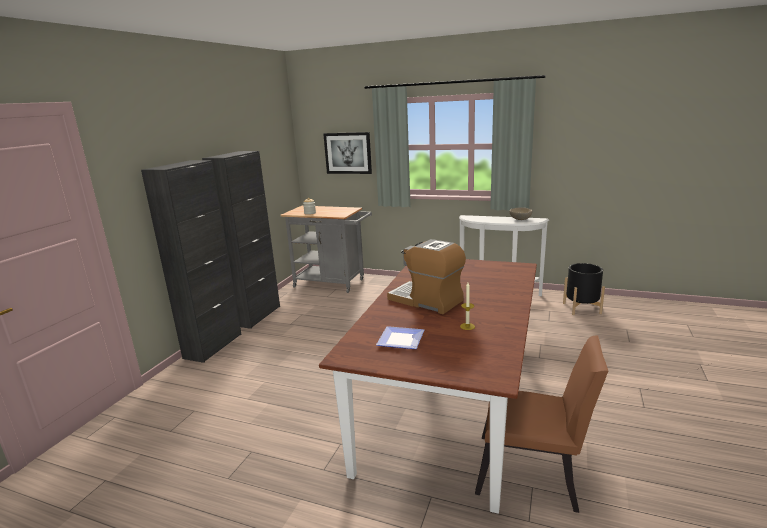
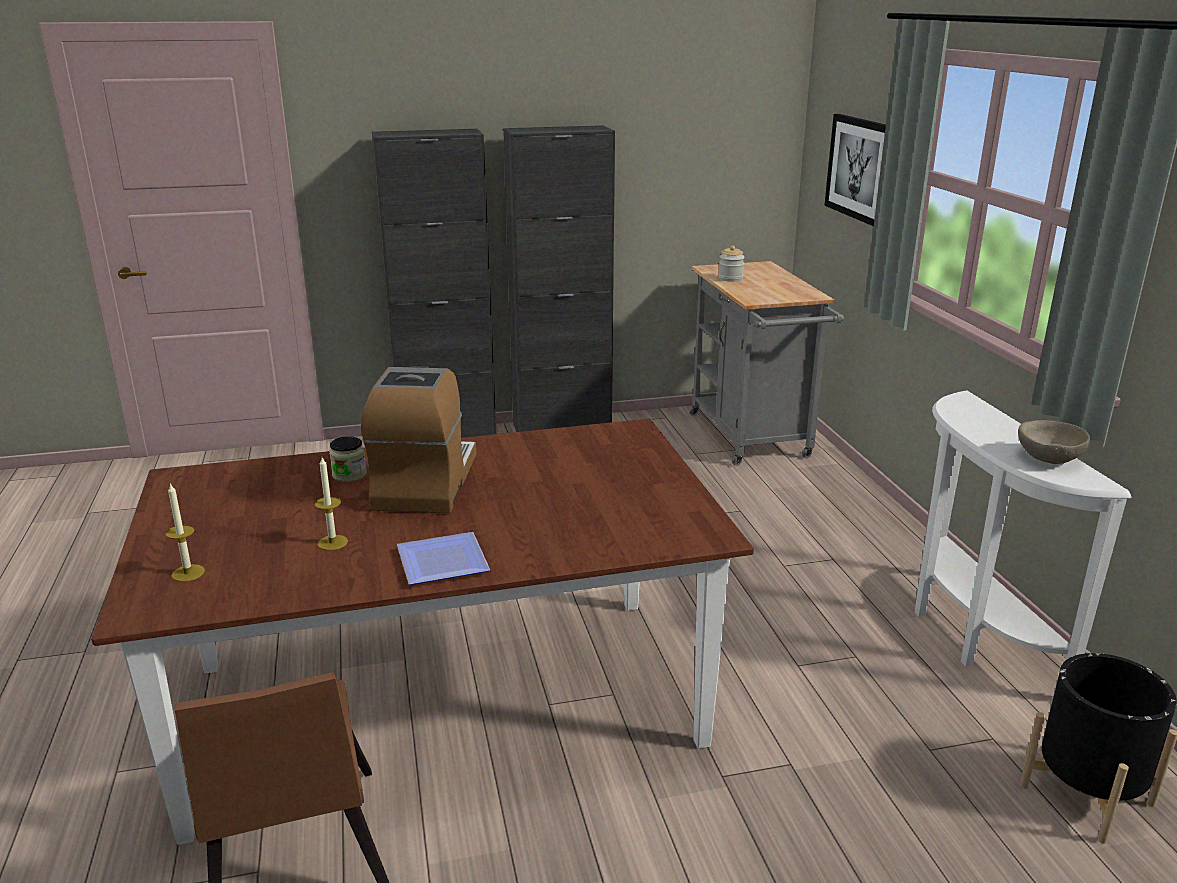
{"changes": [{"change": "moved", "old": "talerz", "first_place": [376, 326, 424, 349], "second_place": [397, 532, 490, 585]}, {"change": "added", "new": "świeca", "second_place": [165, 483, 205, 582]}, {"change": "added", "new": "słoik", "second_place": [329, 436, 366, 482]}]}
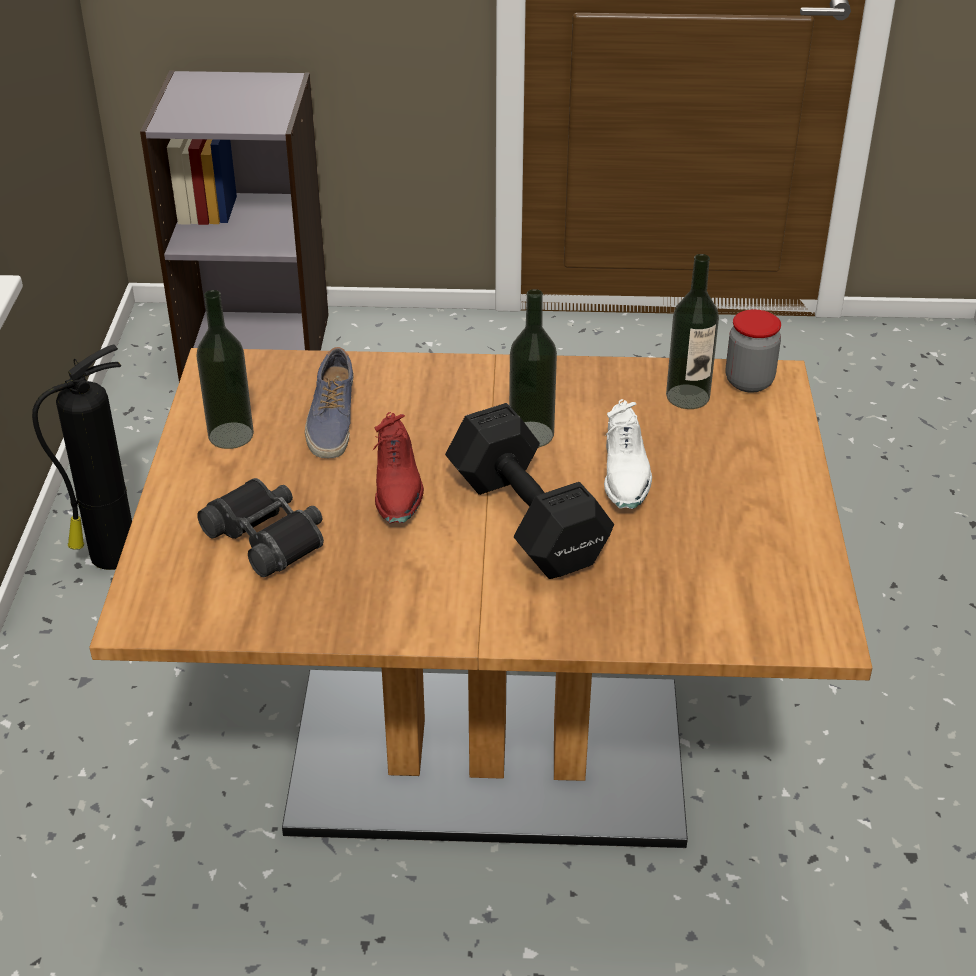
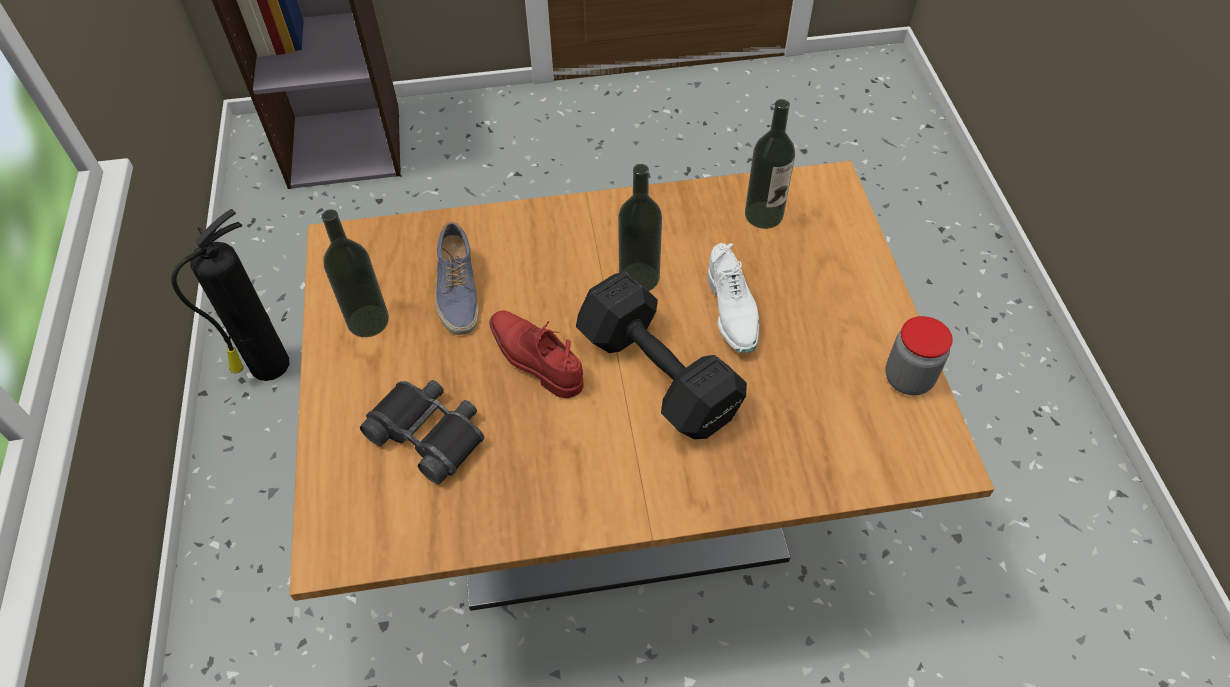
{"changes": [{"change": "turned", "old": "but/czerwony", "first_place": [372, 412, 424, 523], "second_place": [489, 310, 584, 398], "degrees": 150}, {"change": "moved", "old": "słoik", "first_place": [726, 310, 781, 393], "second_place": [885, 316, 953, 395]}]}
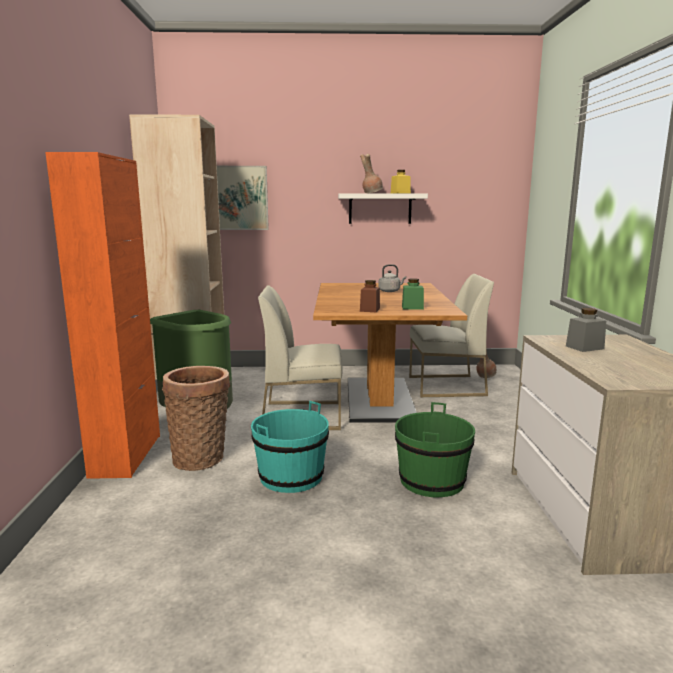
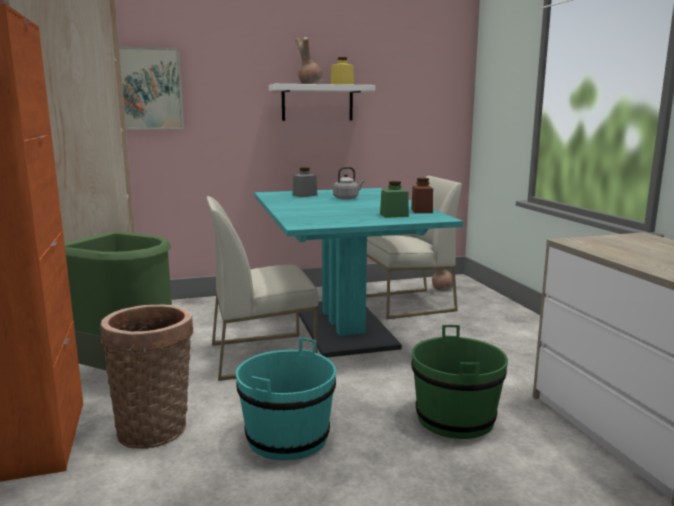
{"changes": [{"change": "recoloured", "old": "stół jadalny/brązowy", "new": "stół jadalny/turkusowy", "first_place": [313, 283, 467, 423], "second_place": [254, 188, 463, 358]}, {"change": "moved", "old": "słoik/brązowy", "first_place": [360, 280, 380, 312], "second_place": [411, 178, 433, 213]}, {"change": "moved", "old": "słoik/szary", "first_place": [566, 308, 606, 352], "second_place": [293, 167, 317, 197]}]}
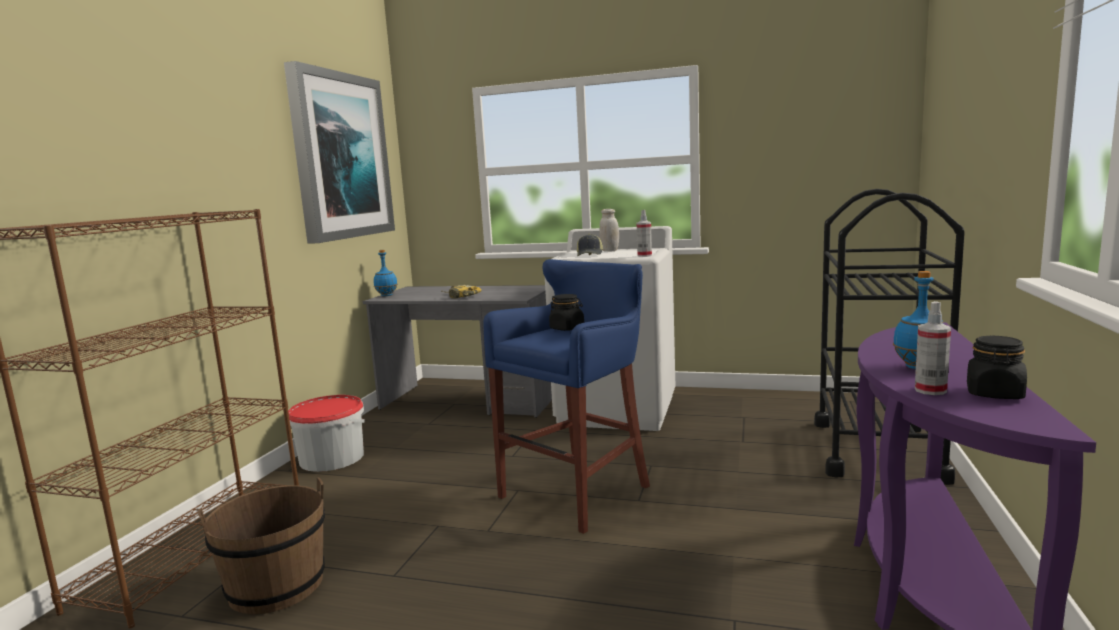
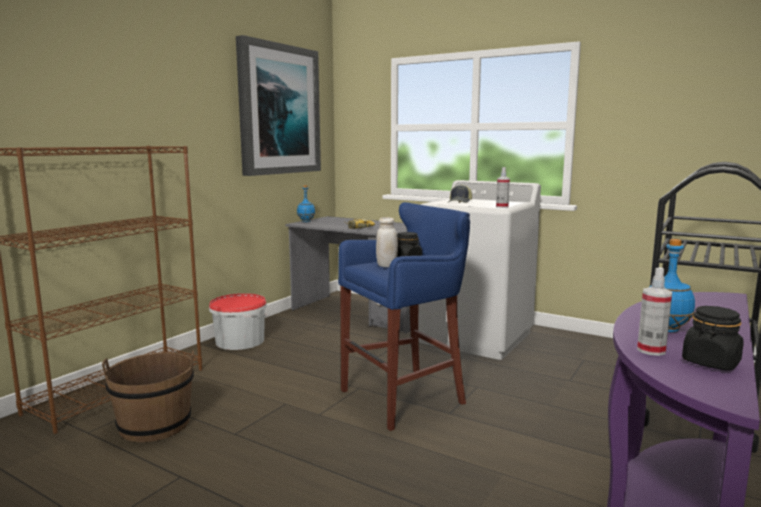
{"changes": [{"change": "moved", "old": "słoik/biały", "first_place": [599, 209, 619, 252], "second_place": [376, 217, 398, 267]}]}
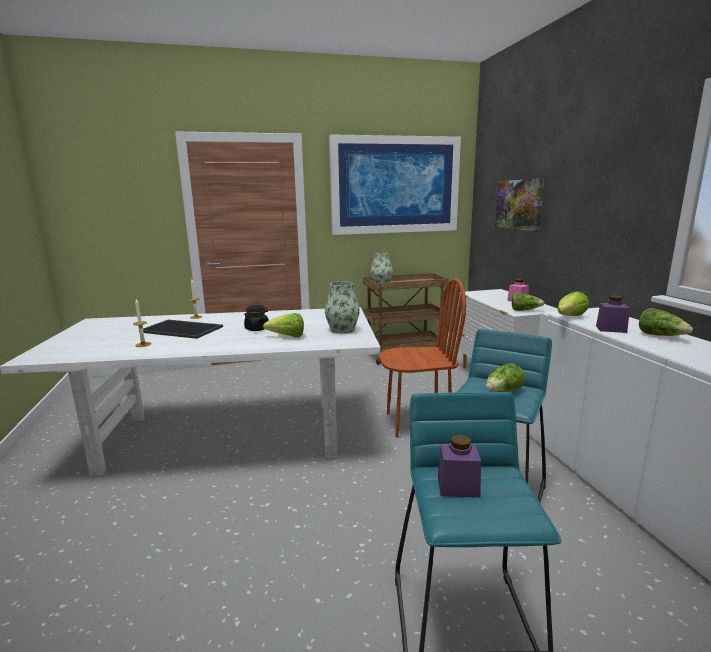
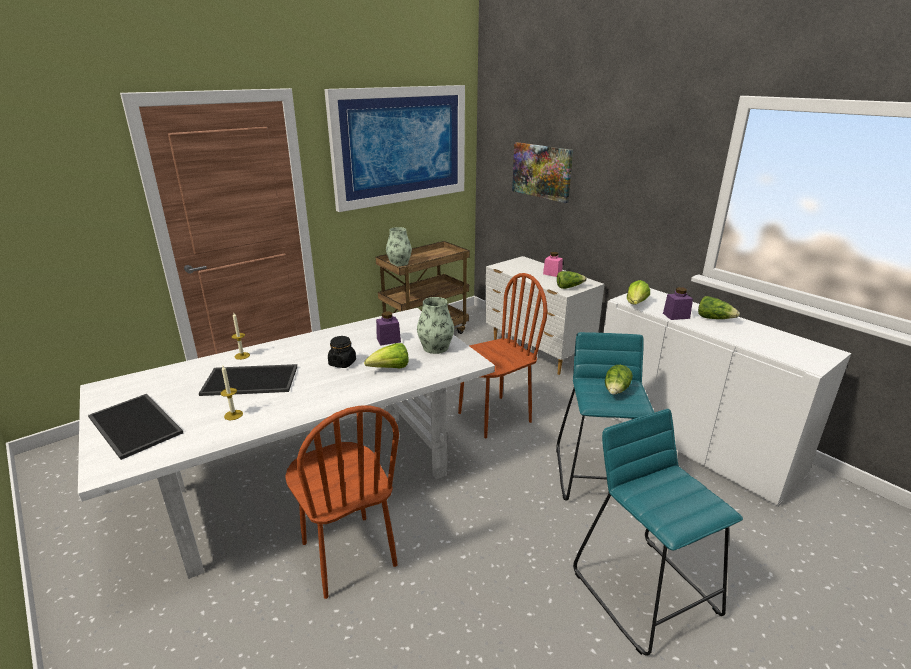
{"changes": [{"change": "moved", "old": "słoik/fioletowy", "first_place": [438, 434, 481, 498], "second_place": [376, 312, 401, 346]}, {"change": "added", "new": "taca", "second_place": [88, 394, 183, 460]}, {"change": "added", "new": "krzesło/brązowy", "second_place": [285, 405, 399, 599]}]}
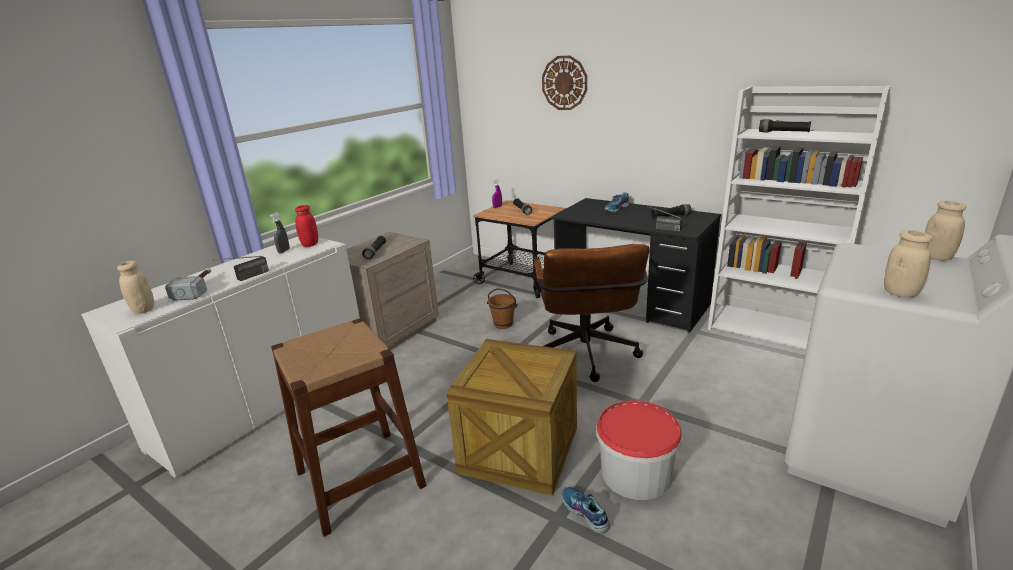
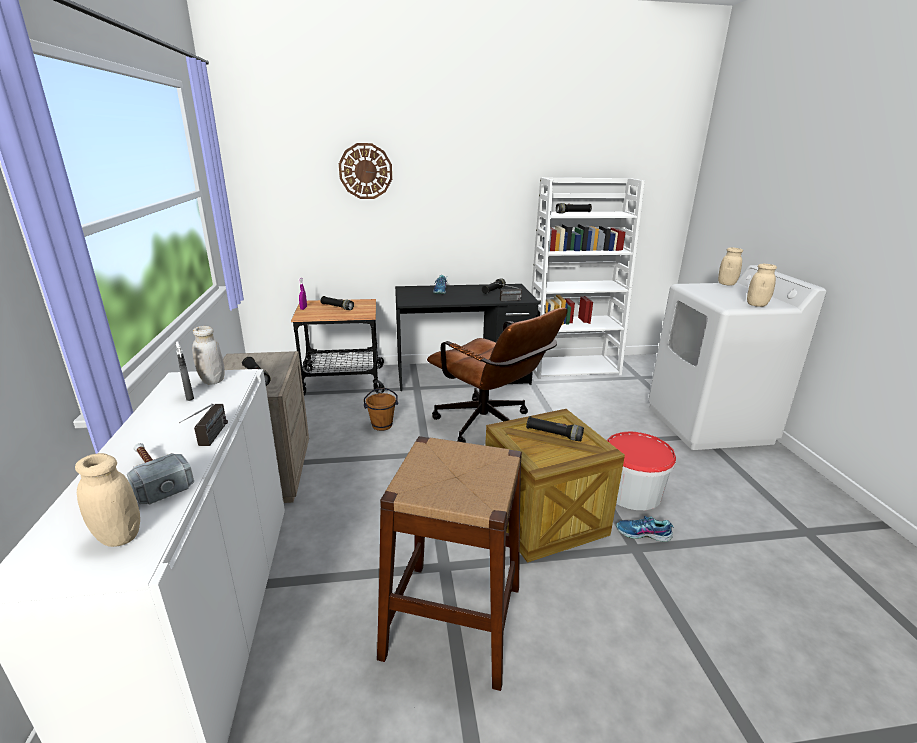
{"changes": [{"change": "recoloured", "old": "słoik/czerwony", "new": "słoik/biały", "first_place": [295, 205, 318, 247], "second_place": [192, 326, 225, 385]}, {"change": "added", "new": "latarka/czarny", "second_place": [526, 416, 584, 441]}]}
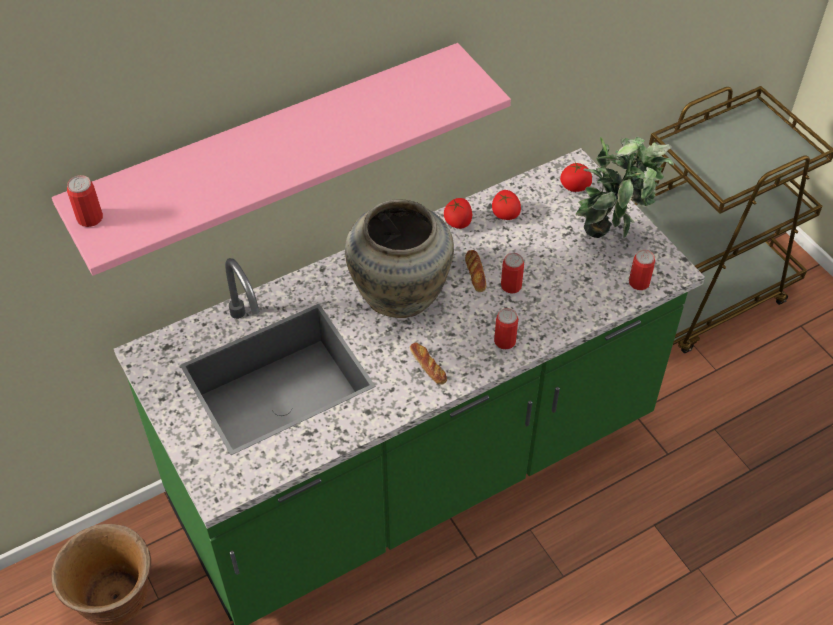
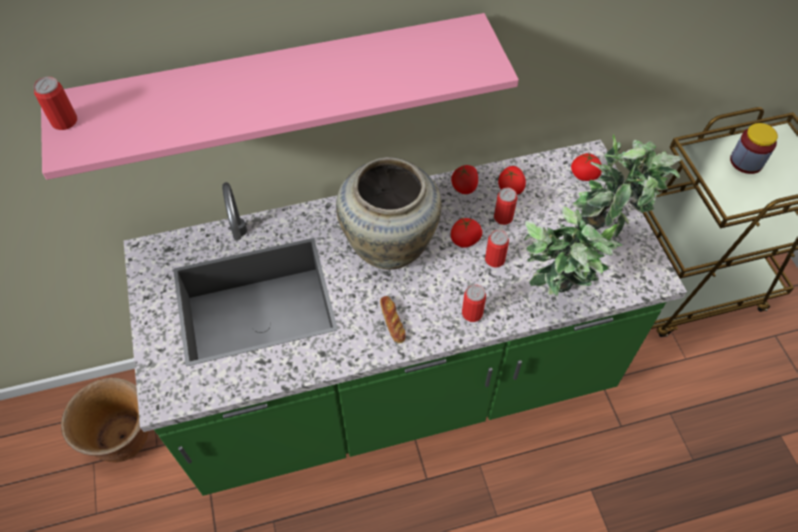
{"changes": [{"change": "replaced", "old": "chleb", "new": "pomidor", "first_place": [465, 250, 487, 292], "second_place": [451, 218, 482, 248]}, {"change": "moved", "old": "puszka", "first_place": [629, 250, 655, 290], "second_place": [494, 188, 517, 225]}, {"change": "added", "new": "roślina doniczkowa", "second_place": [524, 206, 623, 297]}, {"change": "added", "new": "słoik", "second_place": [730, 123, 778, 174]}]}
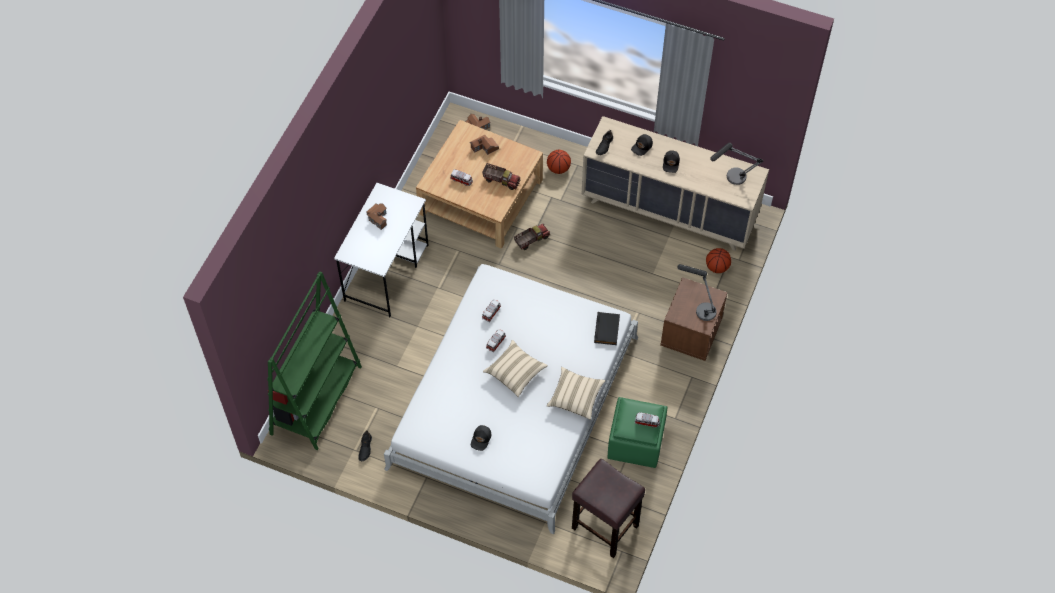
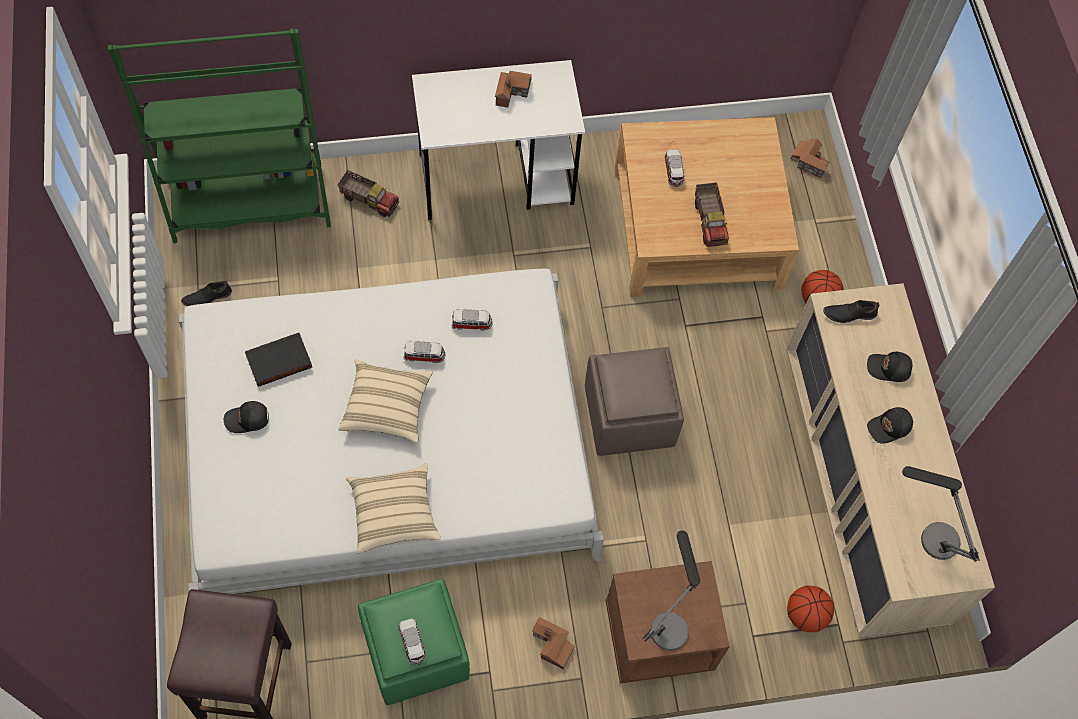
{"changes": [{"change": "moved", "old": "domek", "first_place": [470, 135, 499, 155], "second_place": [532, 617, 575, 670]}, {"change": "moved", "old": "ciężarówka zabawkowa", "first_place": [514, 224, 550, 250], "second_place": [338, 170, 399, 217]}, {"change": "moved", "old": "książka/czarny", "first_place": [594, 312, 620, 345], "second_place": [245, 333, 312, 387]}, {"change": "added", "new": "pufa/brązowy", "second_place": [585, 347, 684, 456]}]}
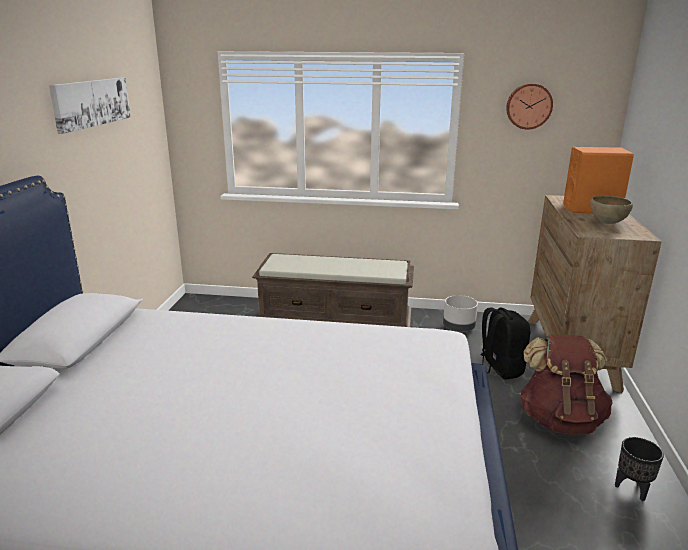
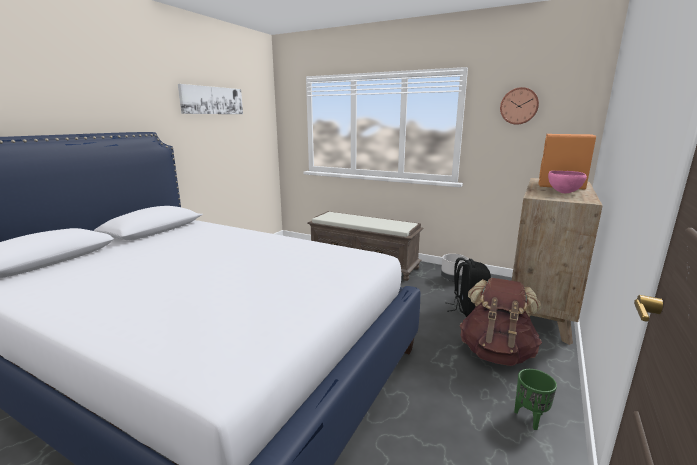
{"changes": [{"change": "recoloured", "old": "miska/brązowy", "new": "miska/różowy", "first_place": [590, 196, 633, 224], "second_place": [548, 171, 587, 193]}, {"change": "recoloured", "old": "donica/czarny", "new": "donica/zielony", "first_place": [615, 437, 664, 501], "second_place": [514, 369, 557, 430]}]}
